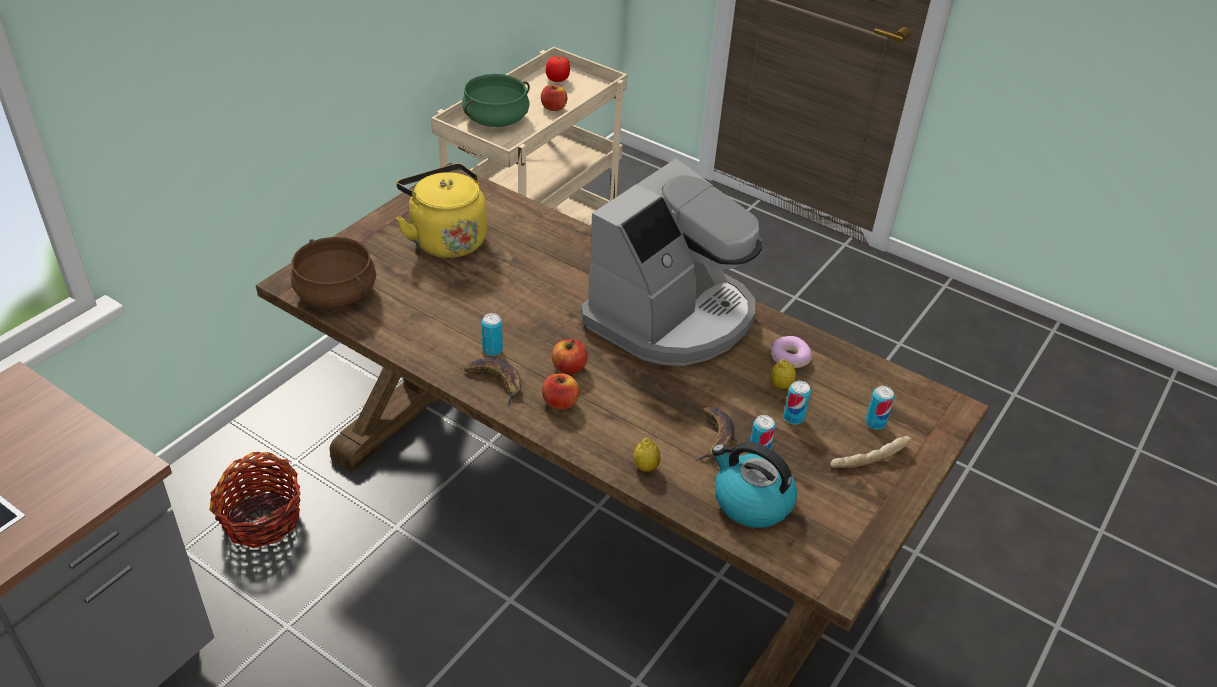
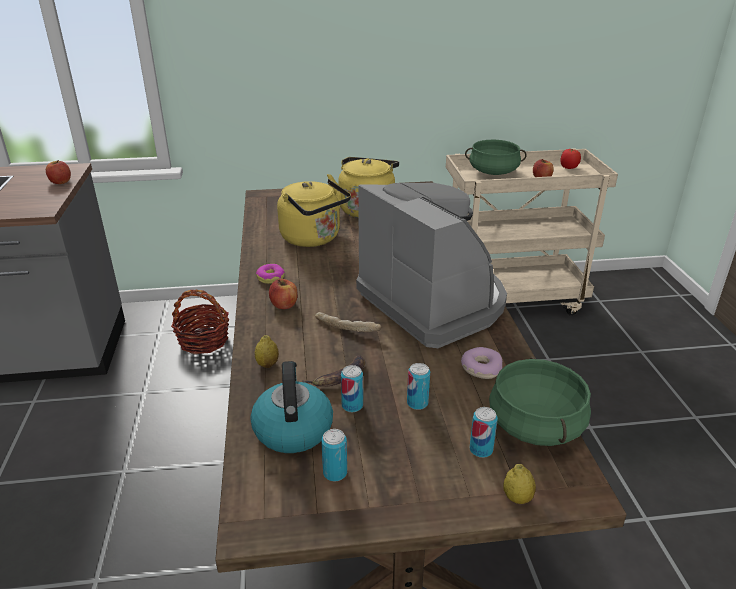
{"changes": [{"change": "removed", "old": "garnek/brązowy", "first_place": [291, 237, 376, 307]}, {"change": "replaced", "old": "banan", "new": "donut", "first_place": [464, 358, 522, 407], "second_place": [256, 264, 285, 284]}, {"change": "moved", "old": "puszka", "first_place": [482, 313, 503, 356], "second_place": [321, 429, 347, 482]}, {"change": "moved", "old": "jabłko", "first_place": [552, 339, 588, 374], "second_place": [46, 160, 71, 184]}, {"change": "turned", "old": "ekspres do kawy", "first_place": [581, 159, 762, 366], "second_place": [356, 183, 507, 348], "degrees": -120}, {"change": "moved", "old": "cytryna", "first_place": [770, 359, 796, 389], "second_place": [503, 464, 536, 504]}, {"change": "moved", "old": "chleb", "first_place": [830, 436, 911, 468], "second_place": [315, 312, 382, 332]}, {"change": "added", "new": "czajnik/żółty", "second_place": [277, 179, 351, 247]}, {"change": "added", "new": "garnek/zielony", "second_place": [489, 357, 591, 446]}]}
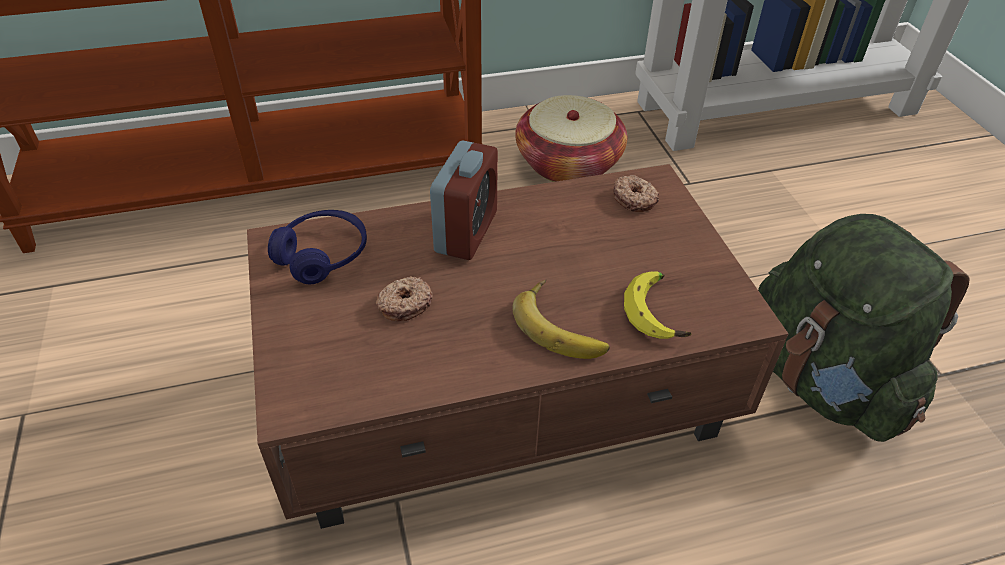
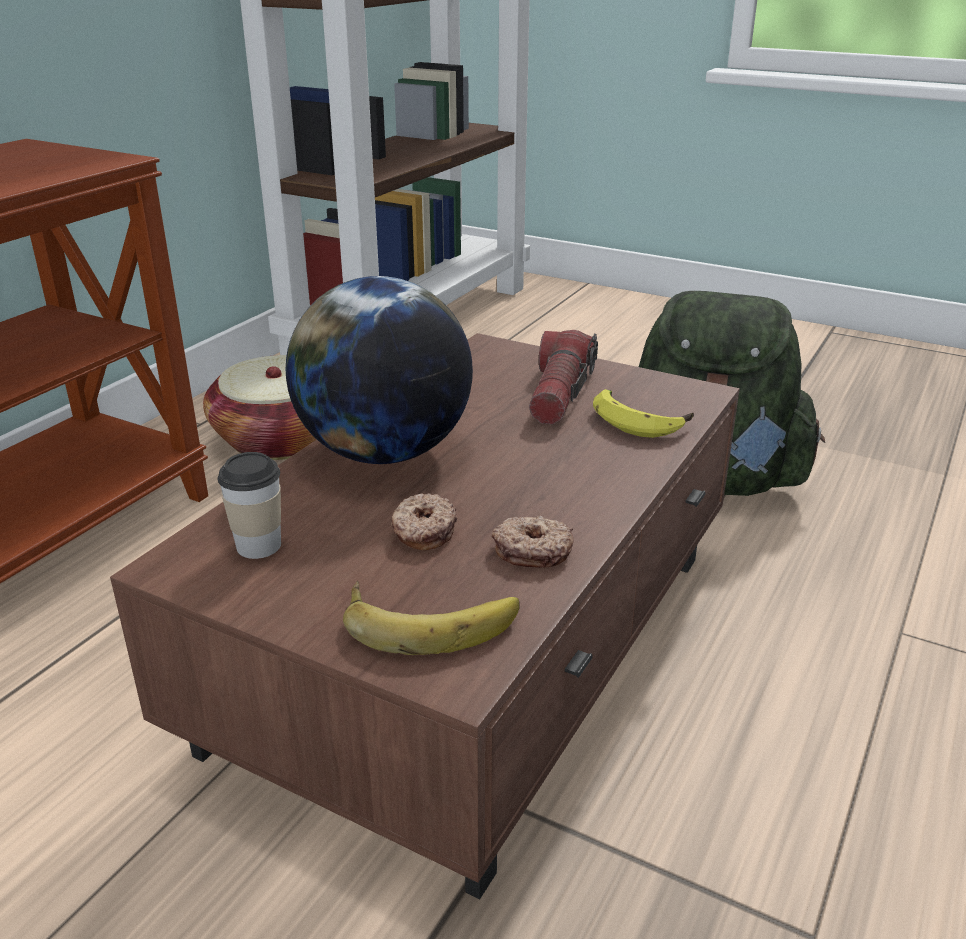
{"changes": [{"change": "replaced", "old": "słuchawki/niebieski", "new": "filiżanka", "first_place": [268, 210, 367, 284], "second_place": [217, 452, 281, 559]}, {"change": "replaced", "old": "budzik", "new": "globus", "first_place": [430, 141, 498, 260], "second_place": [286, 276, 473, 464]}, {"change": "moved", "old": "banan", "first_place": [512, 280, 610, 359], "second_place": [343, 581, 520, 655]}, {"change": "moved", "old": "donut", "first_place": [613, 175, 659, 212], "second_place": [491, 515, 574, 568]}, {"change": "added", "new": "latarka", "second_place": [529, 330, 598, 425]}]}
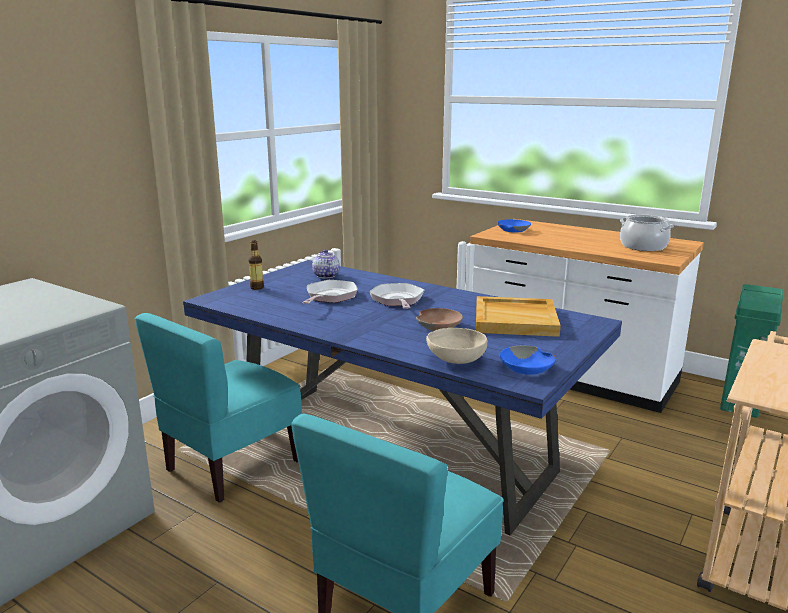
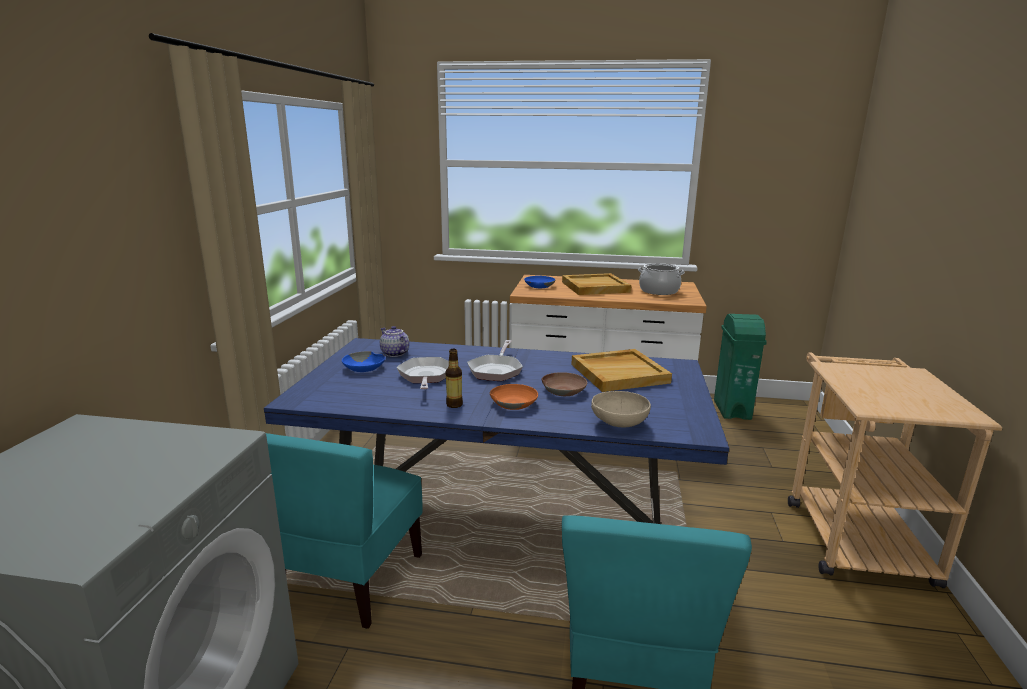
{"changes": [{"change": "moved", "old": "butelka", "first_place": [248, 241, 264, 290], "second_place": [446, 349, 463, 408]}, {"change": "turned", "old": "patelnia", "first_place": [369, 283, 424, 309], "second_place": [467, 340, 523, 381], "degrees": -135}, {"change": "moved", "old": "miska/niebieski", "first_place": [500, 346, 556, 375], "second_place": [342, 351, 386, 372]}, {"change": "added", "new": "miska/pomarańczowy", "second_place": [490, 384, 538, 410]}, {"change": "added", "new": "taca/beżowy", "second_place": [562, 273, 631, 295]}]}
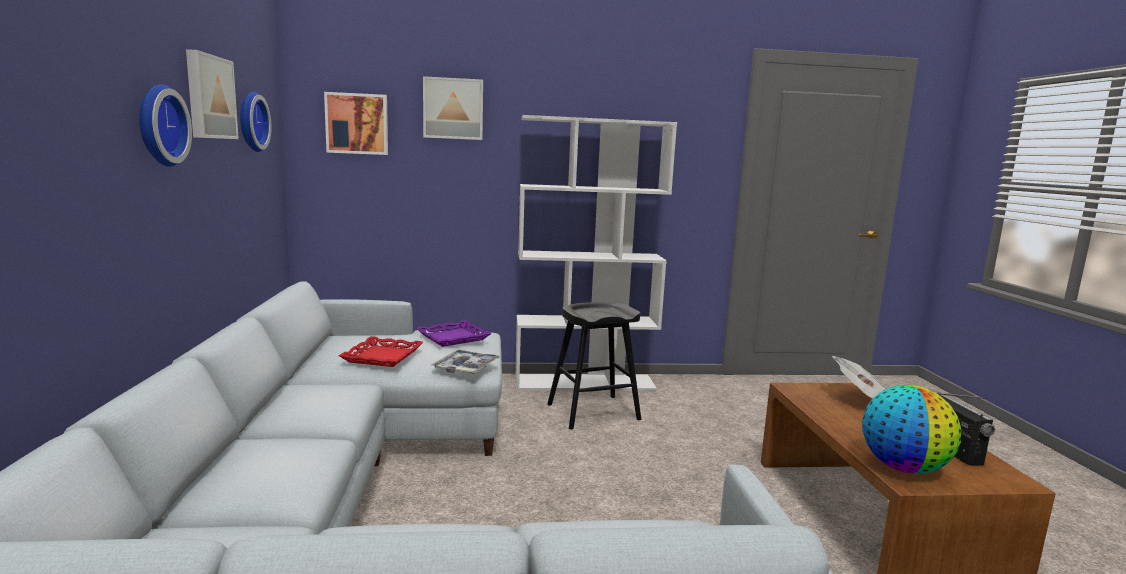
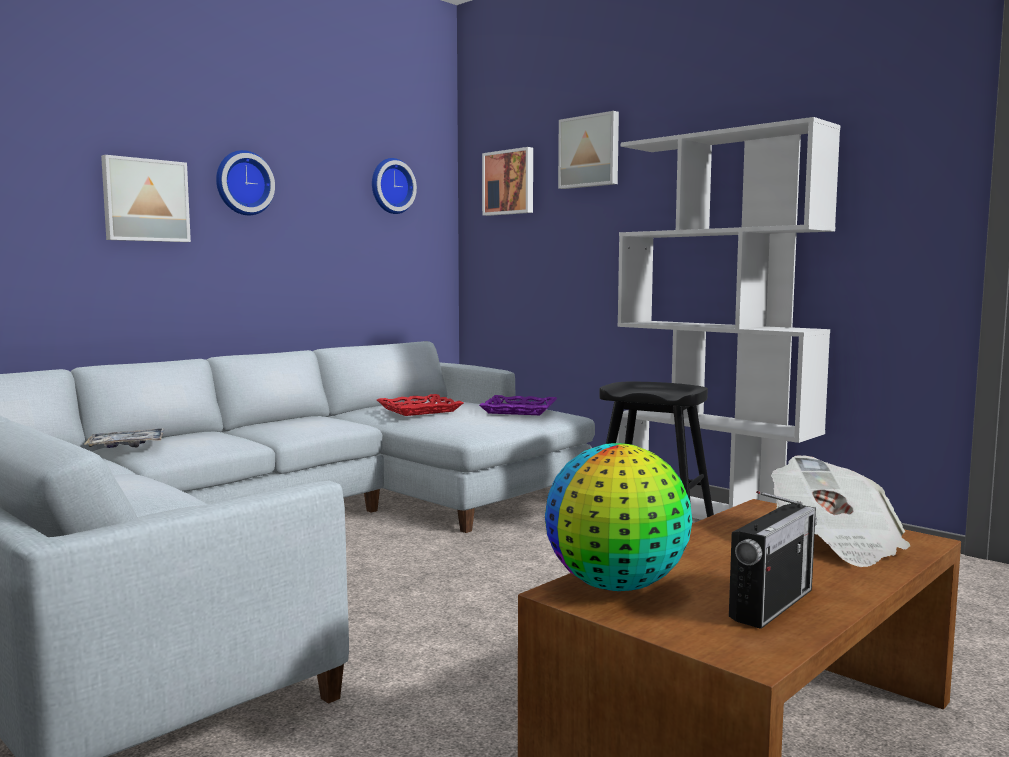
{"changes": [{"change": "moved", "old": "obraz", "first_place": [186, 49, 239, 139], "second_place": [101, 155, 191, 242]}, {"change": "moved", "old": "taca", "first_place": [431, 350, 500, 374], "second_place": [84, 428, 165, 448]}]}
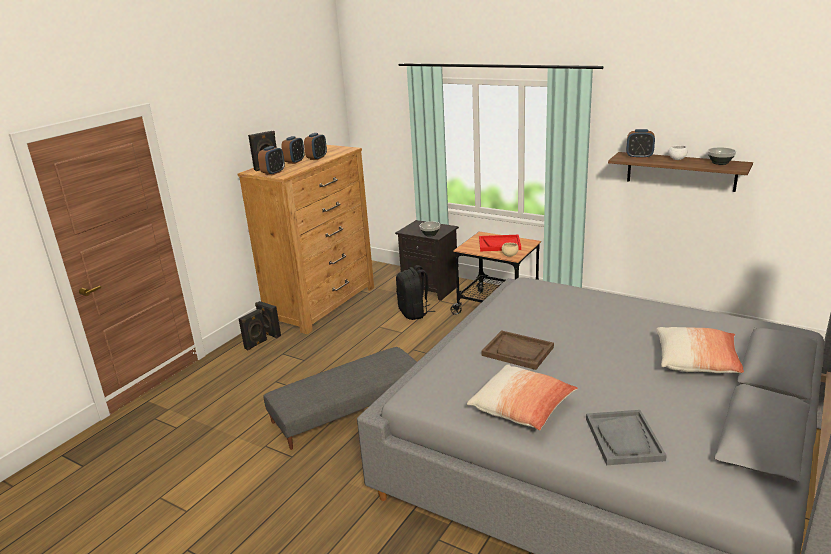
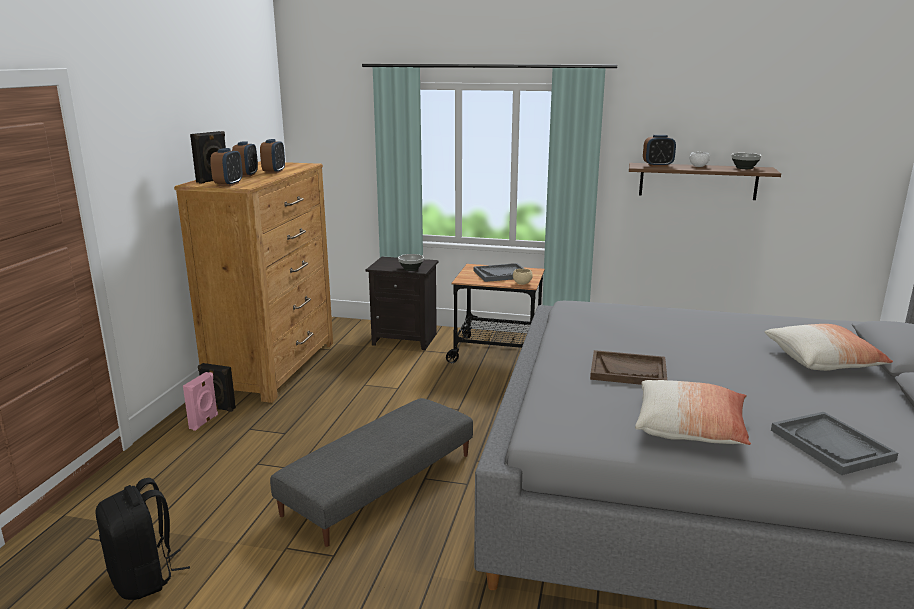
{"changes": [{"change": "recoloured", "old": "głośnik/czarny", "new": "głośnik/różowy", "first_place": [239, 309, 267, 350], "second_place": [183, 372, 218, 431]}, {"change": "moved", "old": "plecak/czarny", "first_place": [396, 265, 435, 320], "second_place": [95, 478, 190, 600]}, {"change": "recoloured", "old": "taca/czerwony", "new": "taca/szary", "first_place": [479, 235, 521, 251], "second_place": [474, 263, 524, 282]}]}
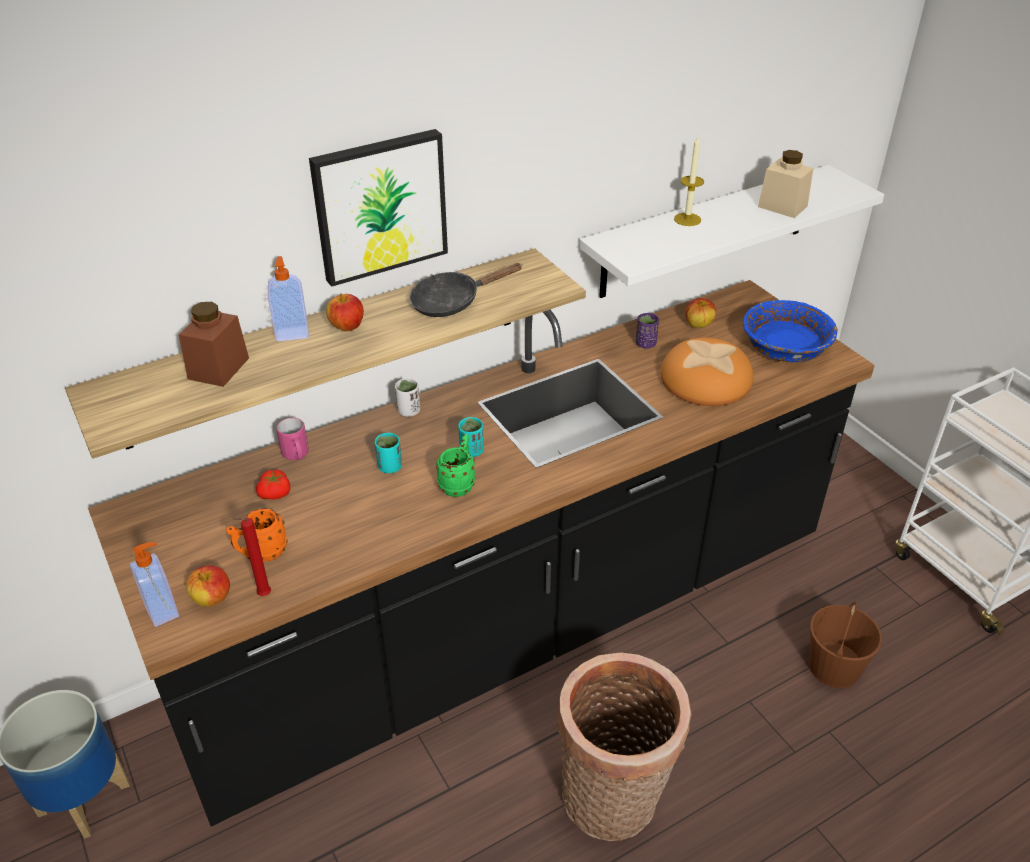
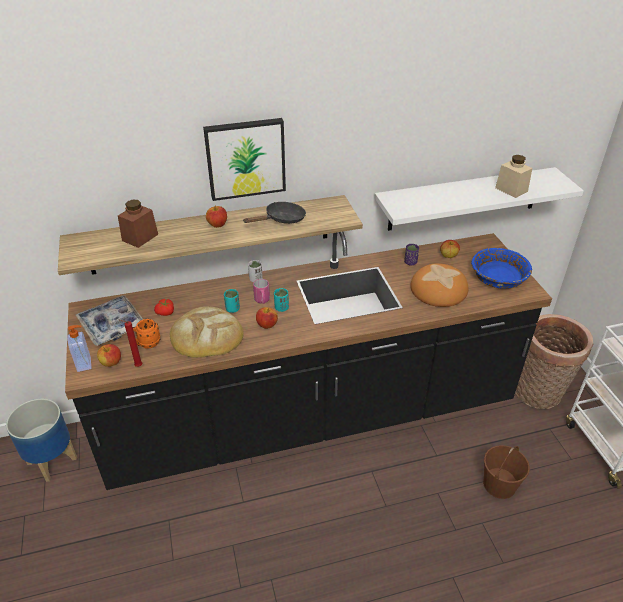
{"changes": [{"change": "removed", "old": "dozownik mydła", "first_place": [268, 256, 309, 341]}, {"change": "moved", "old": "kubek/różowy", "first_place": [276, 418, 309, 460], "second_place": [253, 279, 270, 304]}, {"change": "turned", "old": "patelnia/czarny", "first_place": [409, 263, 523, 317], "second_place": [244, 202, 306, 224], "degrees": 150}, {"change": "replaced", "old": "kubek/zielony", "new": "jabłko", "first_place": [436, 434, 475, 497], "second_place": [256, 307, 278, 329]}, {"change": "moved", "old": "koszyk", "first_place": [557, 652, 692, 841], "second_place": [515, 314, 593, 409]}, {"change": "removed", "old": "świeca", "first_place": [674, 137, 704, 226]}, {"change": "added", "new": "taca", "second_place": [76, 295, 143, 346]}, {"change": "added", "new": "chleb", "second_place": [170, 307, 244, 358]}]}
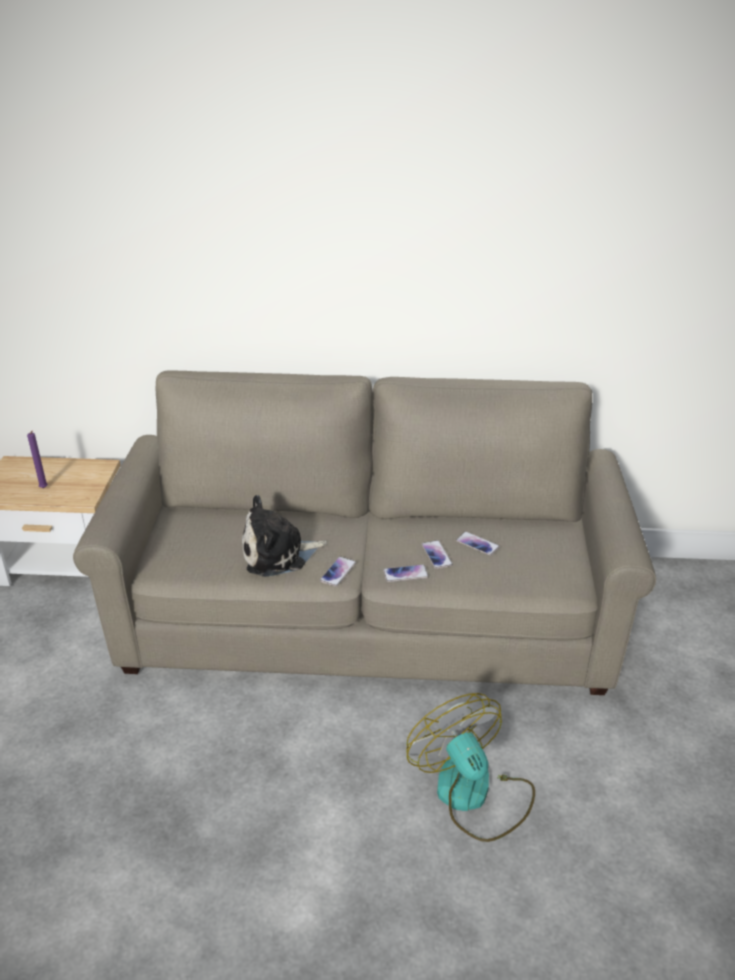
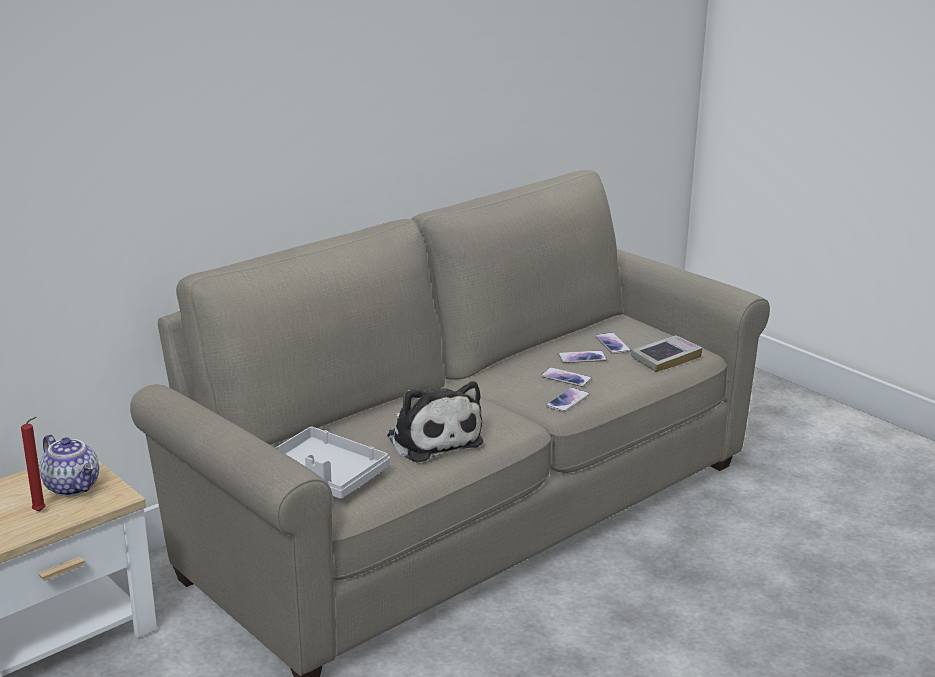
{"changes": [{"change": "recoloured", "old": "świeca/fioletowy", "new": "świeca/czerwony", "first_place": [27, 431, 48, 488], "second_place": [21, 417, 46, 512]}, {"change": "turned", "old": "pluszak", "first_place": [242, 495, 327, 577], "second_place": [387, 381, 483, 463], "degrees": -60}, {"change": "moved", "old": "telefon", "first_place": [320, 556, 356, 587], "second_place": [595, 333, 631, 354]}, {"change": "removed", "old": "wentylator", "first_place": [406, 693, 535, 842]}, {"change": "added", "new": "imbryk", "second_place": [39, 434, 99, 496]}, {"change": "added", "new": "taca/szary", "second_place": [275, 427, 390, 499]}, {"change": "added", "new": "książka", "second_place": [631, 335, 702, 372]}]}
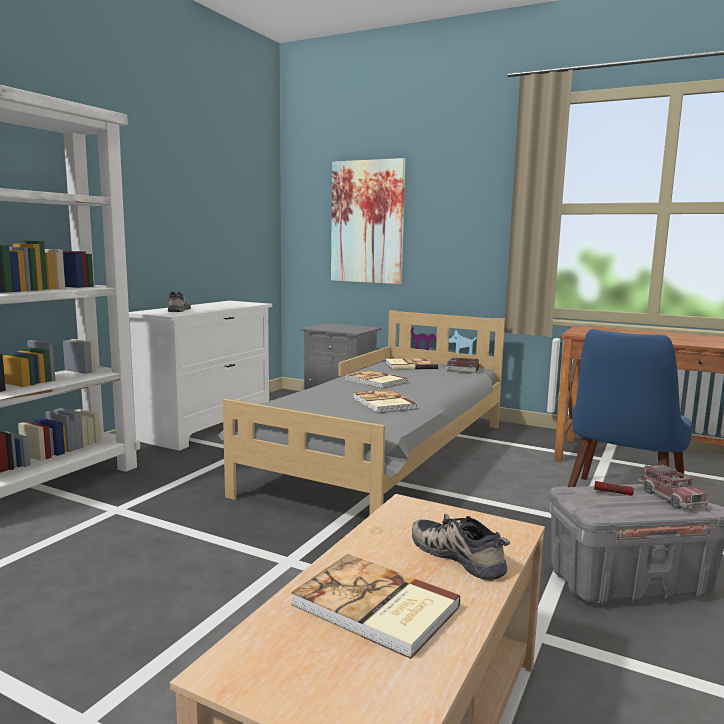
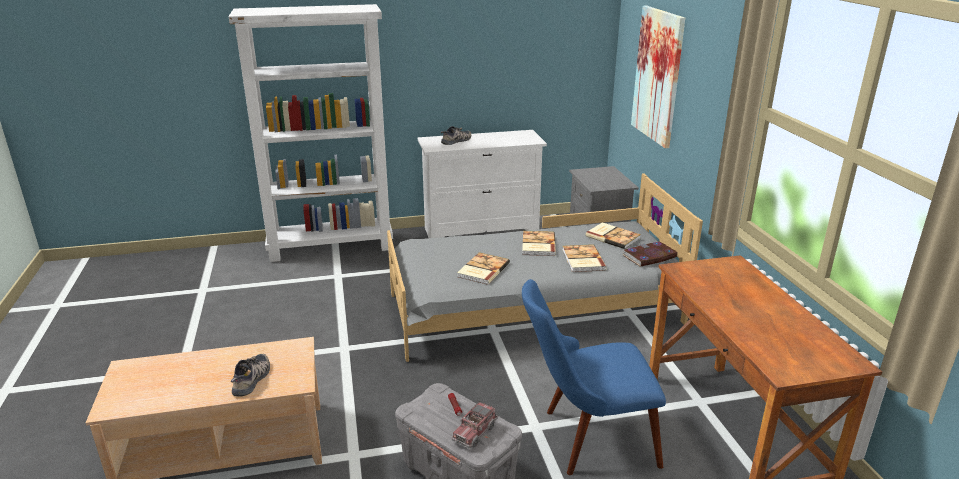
{"changes": [{"change": "moved", "old": "książka", "first_place": [291, 554, 461, 659], "second_place": [562, 244, 607, 272]}]}
